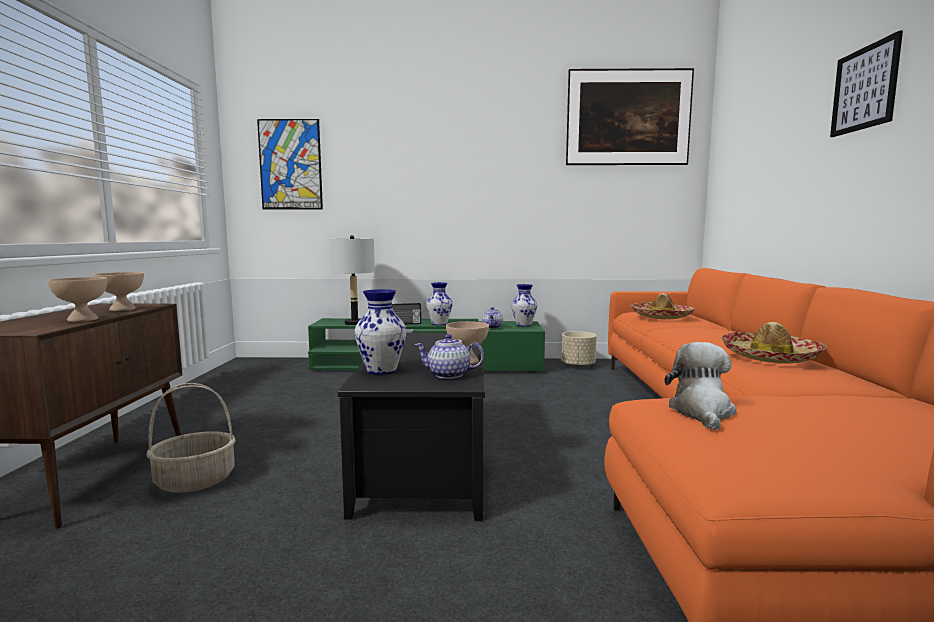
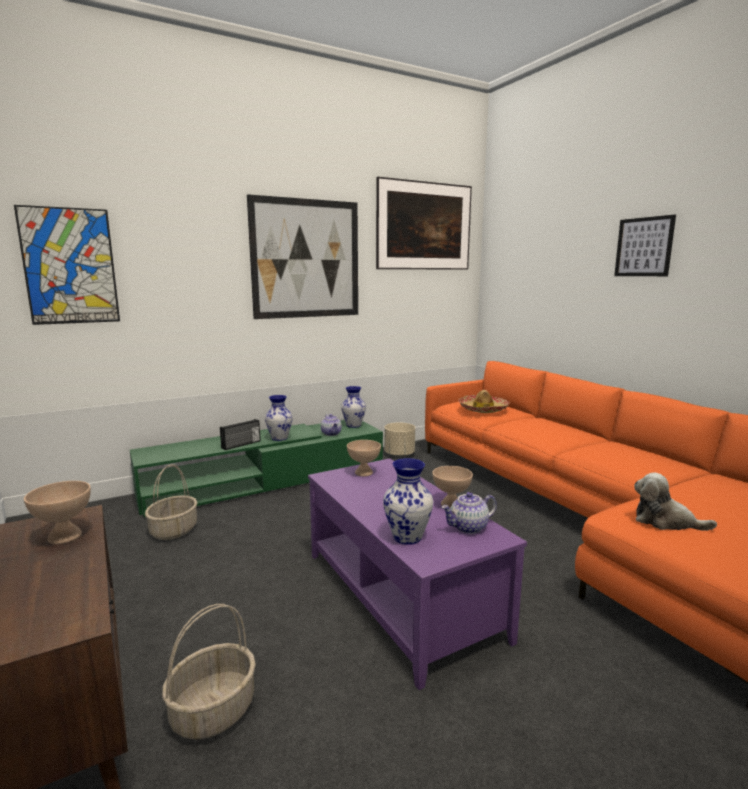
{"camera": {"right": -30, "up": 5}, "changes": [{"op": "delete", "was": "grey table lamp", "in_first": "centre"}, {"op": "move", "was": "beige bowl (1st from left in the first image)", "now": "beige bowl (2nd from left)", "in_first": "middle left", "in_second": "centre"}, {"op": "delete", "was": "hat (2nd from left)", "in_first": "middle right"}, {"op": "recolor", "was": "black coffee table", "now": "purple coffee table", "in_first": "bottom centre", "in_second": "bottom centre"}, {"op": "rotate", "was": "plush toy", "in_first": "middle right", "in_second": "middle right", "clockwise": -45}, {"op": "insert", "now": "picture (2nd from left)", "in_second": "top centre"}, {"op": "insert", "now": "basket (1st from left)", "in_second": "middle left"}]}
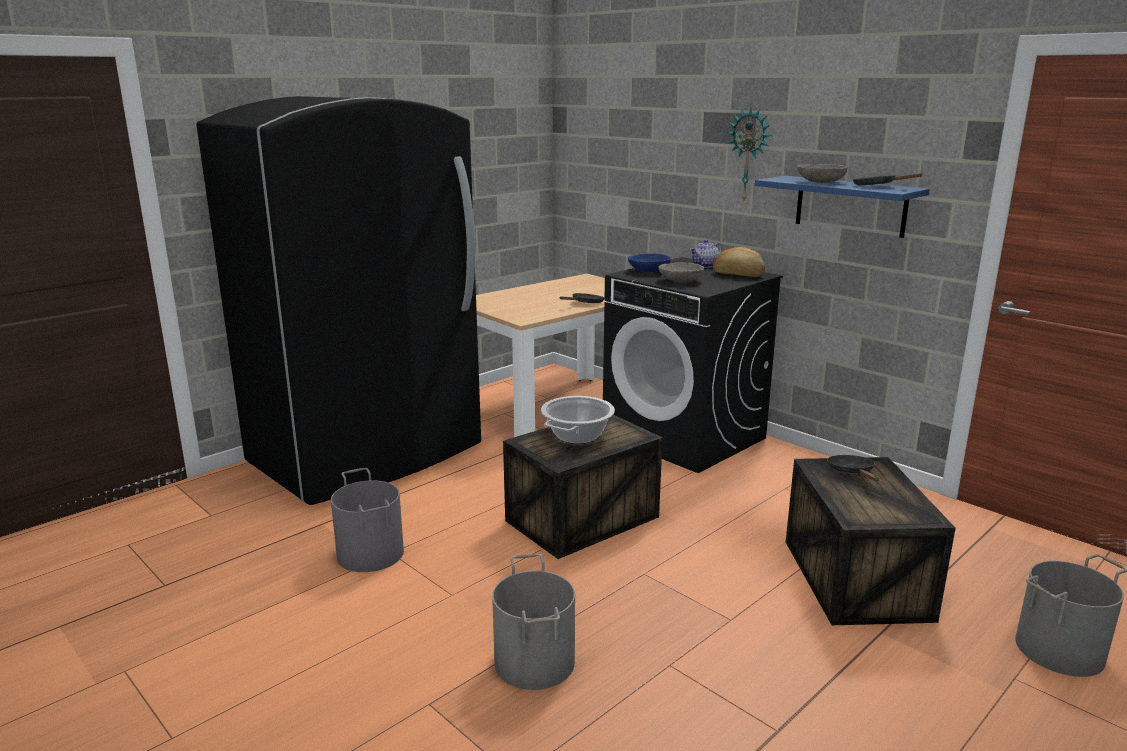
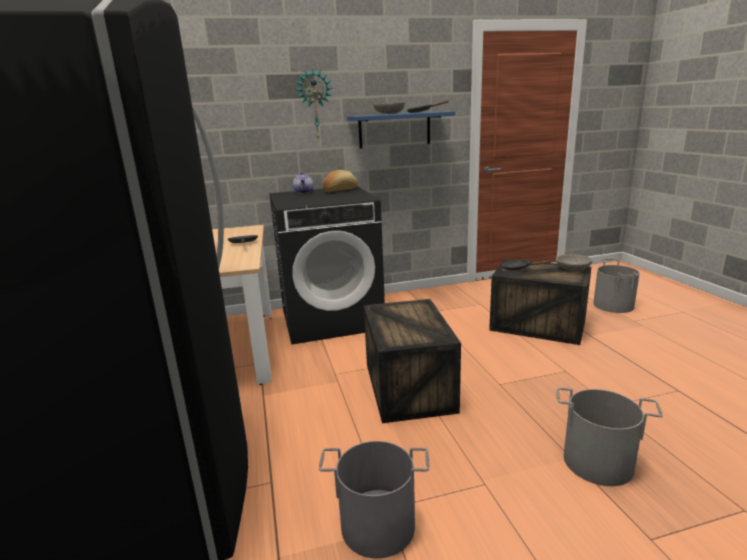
{"camera": {"right": -60, "up": 0}, "changes": [{"op": "delete", "was": "blue bowl", "in_first": "centre"}, {"op": "move", "was": "grey bowl (1st from left in the first image)", "now": "grey bowl (2nd from left)", "in_first": "centre", "in_second": "middle right"}, {"op": "delete", "was": "cooking pot", "in_first": "centre"}]}
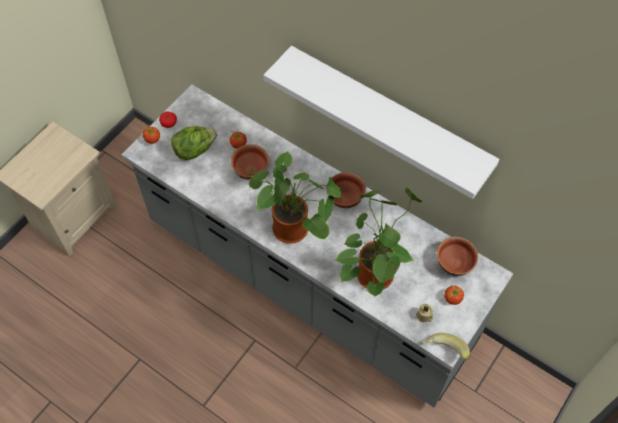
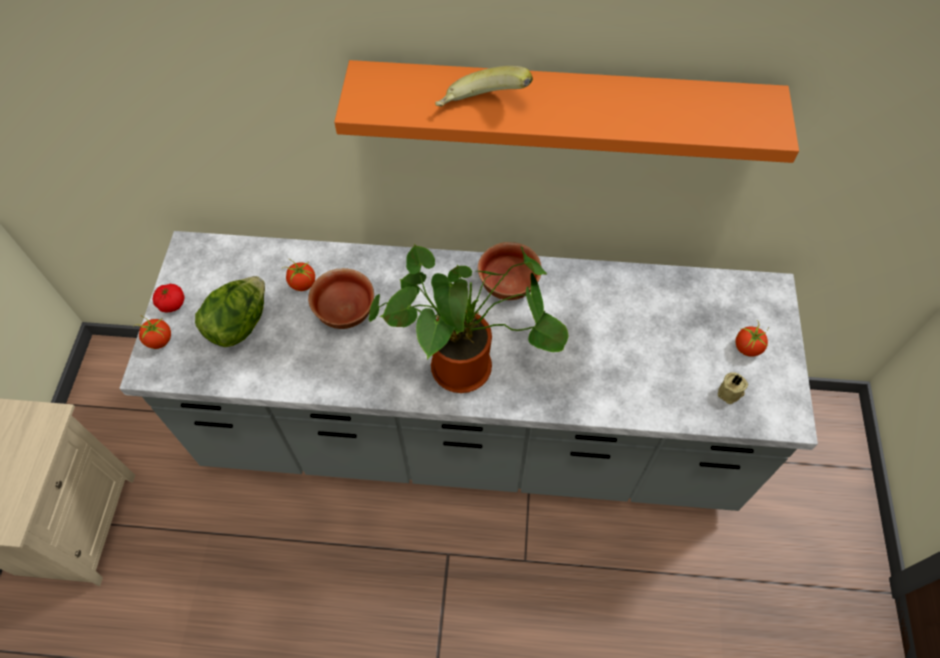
{"camera": {"right": -30, "up": 0}, "changes": [{"op": "recolor", "was": "white shelf", "now": "orange shelf", "in_first": "top centre", "in_second": "top centre"}, {"op": "delete", "was": "potted plant (2nd from left)", "in_first": "centre"}, {"op": "delete", "was": "bowl (3rd from left)", "in_first": "middle right"}, {"op": "move", "was": "banana", "in_first": "bottom right", "in_second": "top centre"}]}
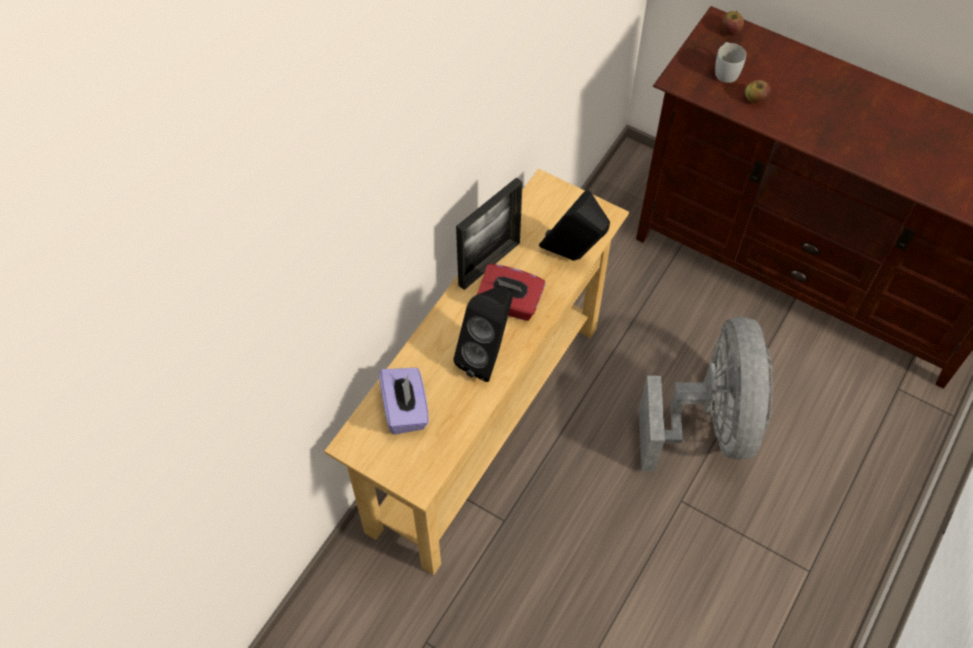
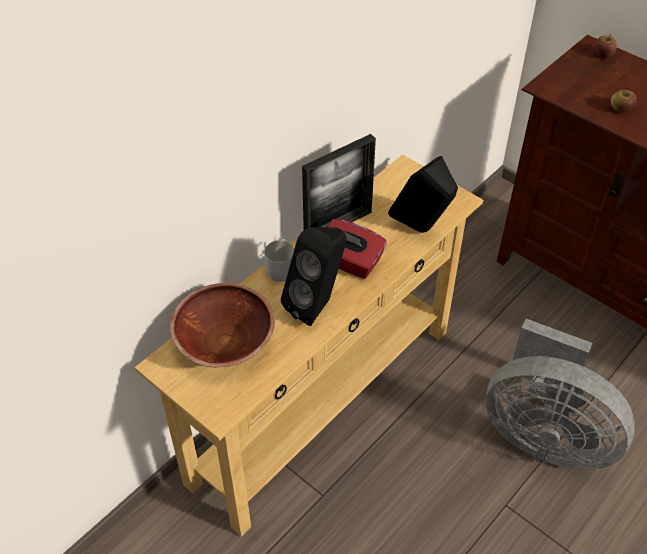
{"camera": {"right": 10, "up": -10}, "changes": [{"op": "move", "was": "white mug", "in_first": "top right", "in_second": "centre"}, {"op": "rotate", "was": "grey fan", "in_first": "middle right", "in_second": "bottom right", "clockwise": 105}, {"op": "replace", "was": "purple tissue box", "now": "brown bowl", "in_first": "centre", "in_second": "centre"}]}
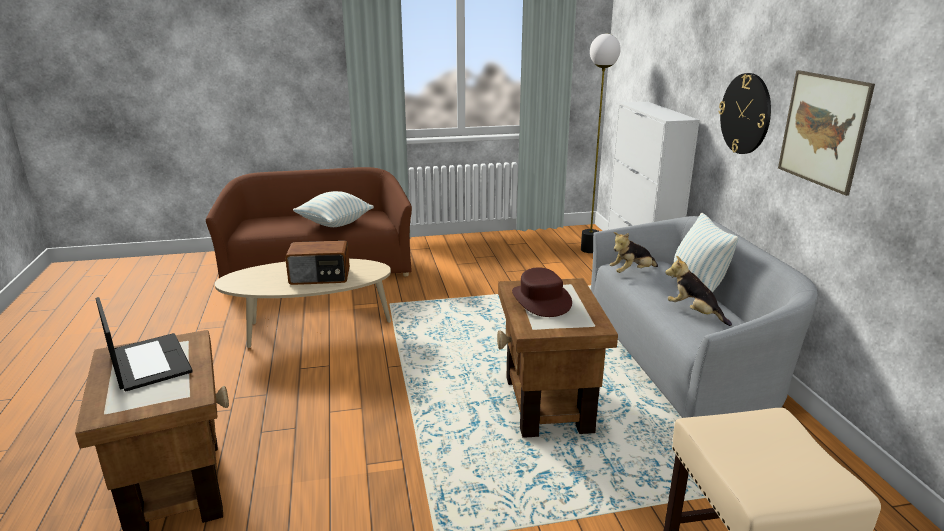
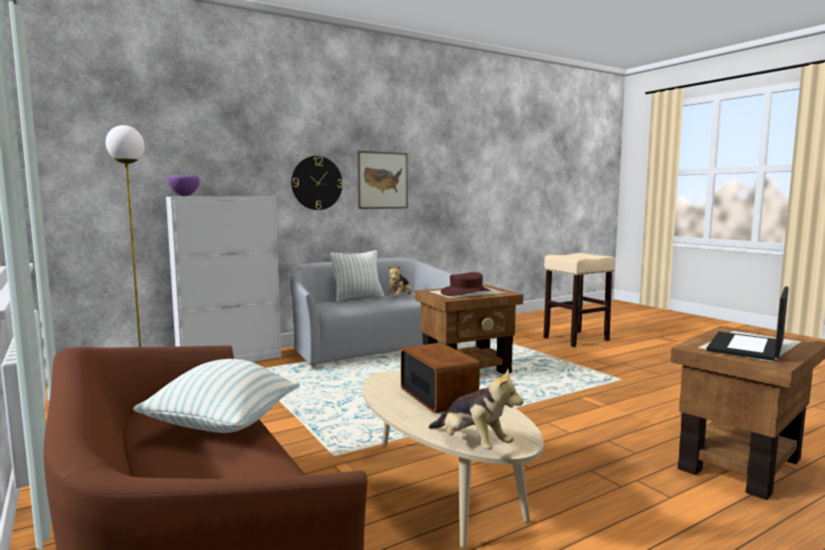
{"camera": {"right": -110, "up": -15}, "changes": [{"op": "move", "was": "plush toy (1st from left in the first image)", "now": "plush toy (2nd from left)", "in_first": "middle right", "in_second": "bottom centre"}, {"op": "insert", "now": "purple bowl", "in_second": "middle left"}]}
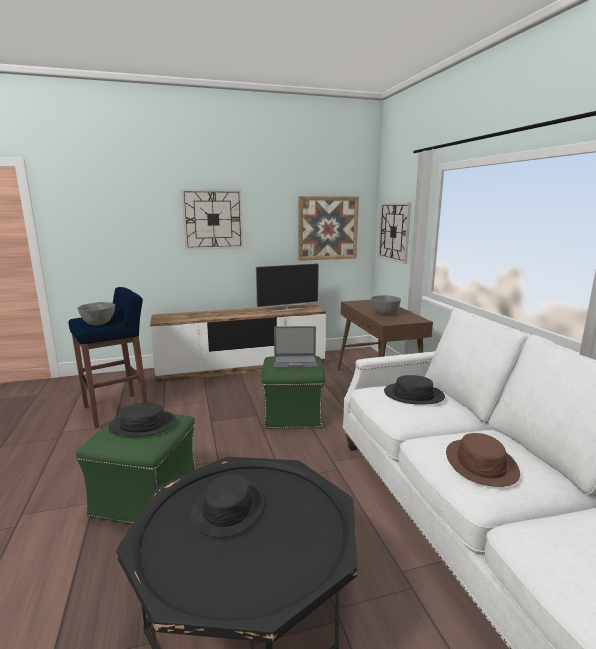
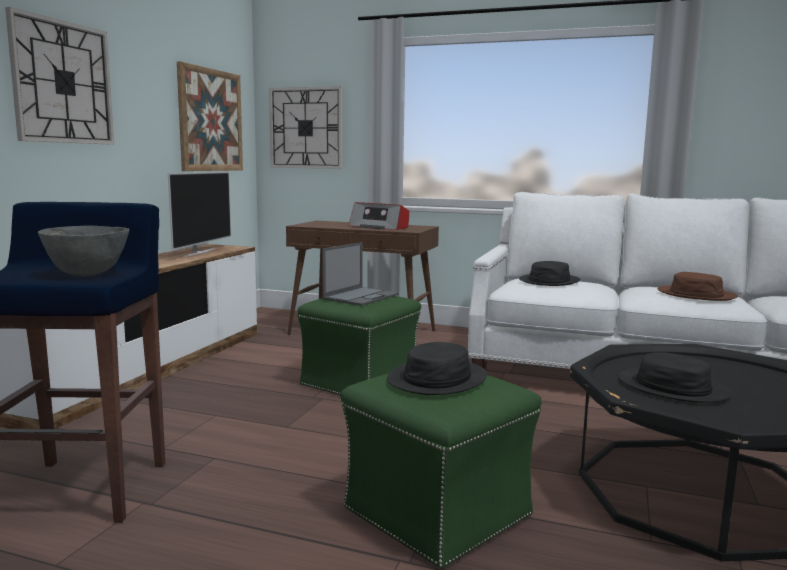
{"camera": {"right": -55, "up": -5}, "changes": [{"op": "replace", "was": "grey bowl (2nd from left)", "now": "radio", "in_first": "centre", "in_second": "centre"}]}
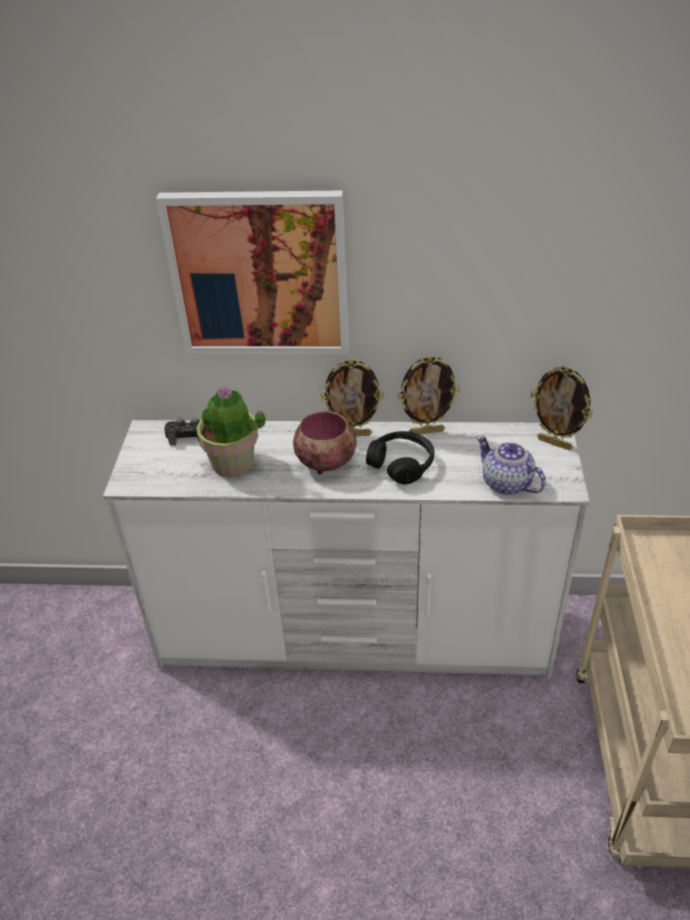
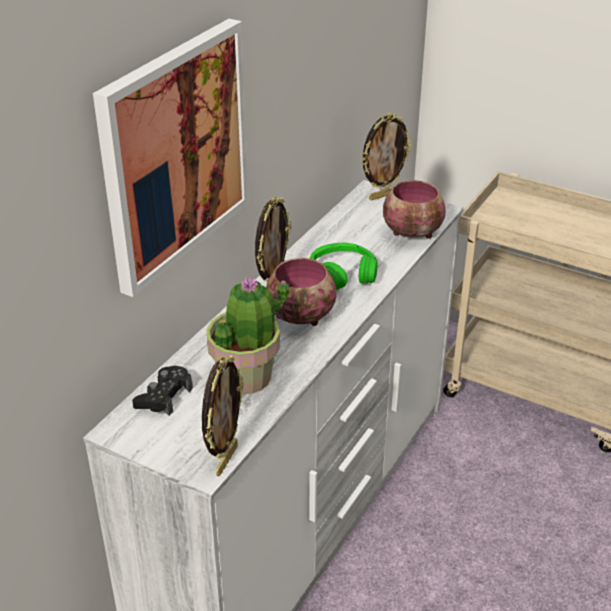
{"camera": {"right": -65, "up": -5}, "changes": [{"op": "move", "was": "picture frame (2nd from left in the first image)", "now": "picture frame (1st from left)", "in_first": "centre", "in_second": "bottom centre"}, {"op": "recolor", "was": "black headphones", "now": "green headphones", "in_first": "centre", "in_second": "centre"}, {"op": "replace", "was": "teapot", "now": "bowl (2nd from left)", "in_first": "middle right", "in_second": "middle right"}]}
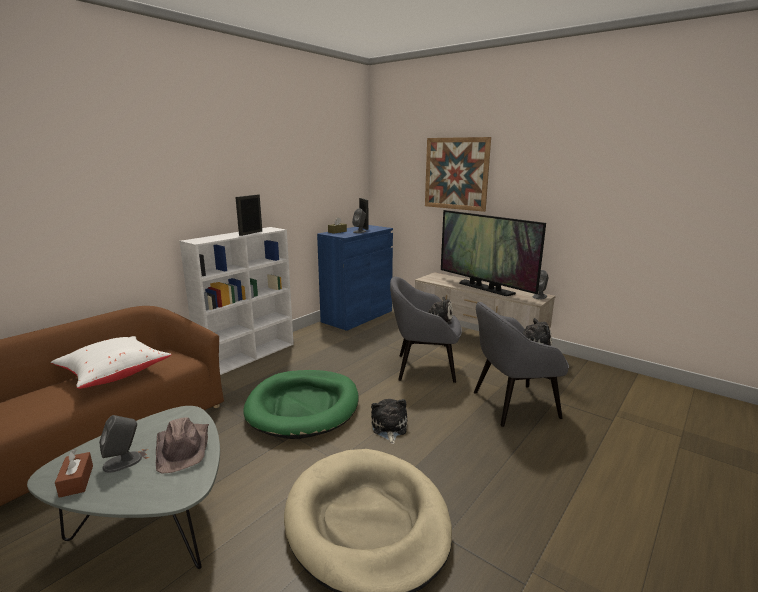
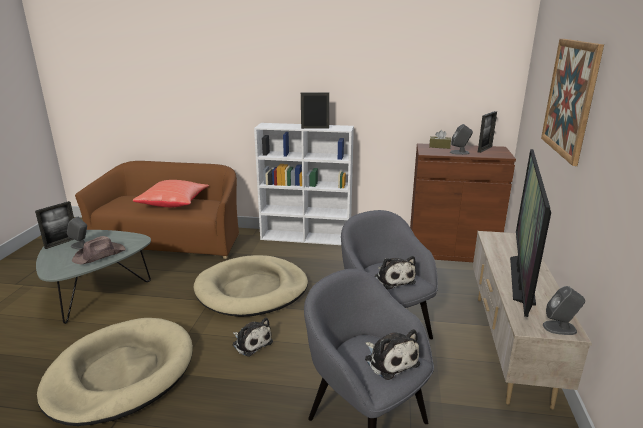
{"camera": {"right": 60, "up": 5}, "changes": [{"op": "recolor", "was": "blue cabinet", "now": "brown cabinet", "in_first": "centre", "in_second": "middle right"}, {"op": "recolor", "was": "white pillow", "now": "red pillow", "in_first": "middle left", "in_second": "middle left"}, {"op": "recolor", "was": "green dog bed", "now": "beige dog bed (2nd from left)", "in_first": "bottom centre", "in_second": "bottom centre"}, {"op": "rotate", "was": "plush toy (1st from left)", "in_first": "bottom centre", "in_second": "bottom centre", "clockwise": 75}, {"op": "replace", "was": "brown tissue box (1st from left)", "now": "picture frame (1st from left)", "in_first": "bottom left", "in_second": "middle left"}]}
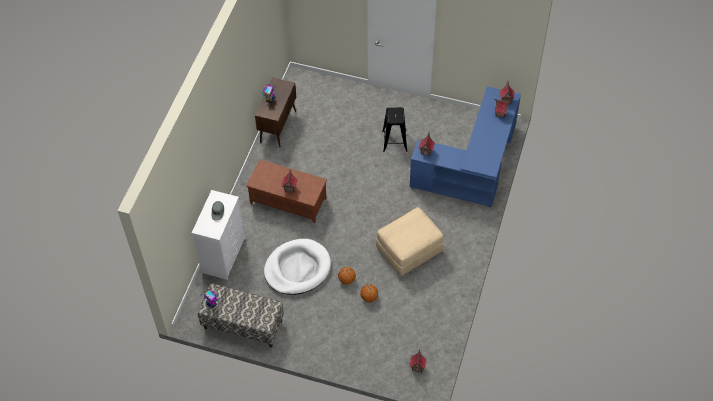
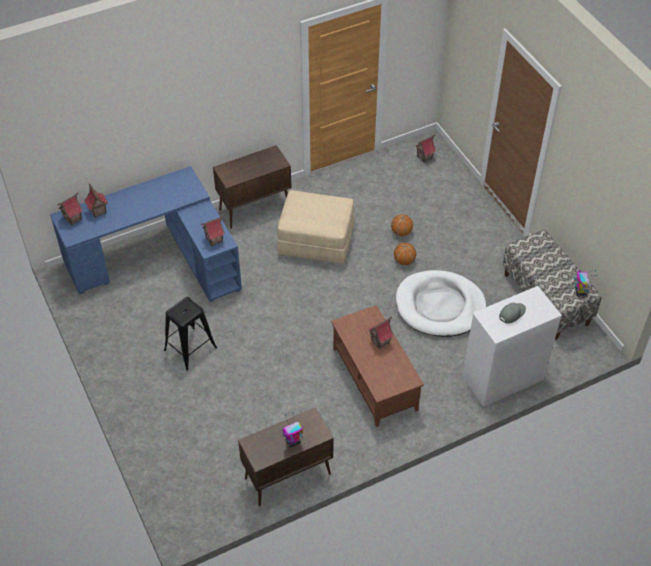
{"camera": {"right": -135, "up": -5}, "changes": [{"op": "insert", "now": "brown cabinet (1st from left)", "in_second": "top centre"}]}
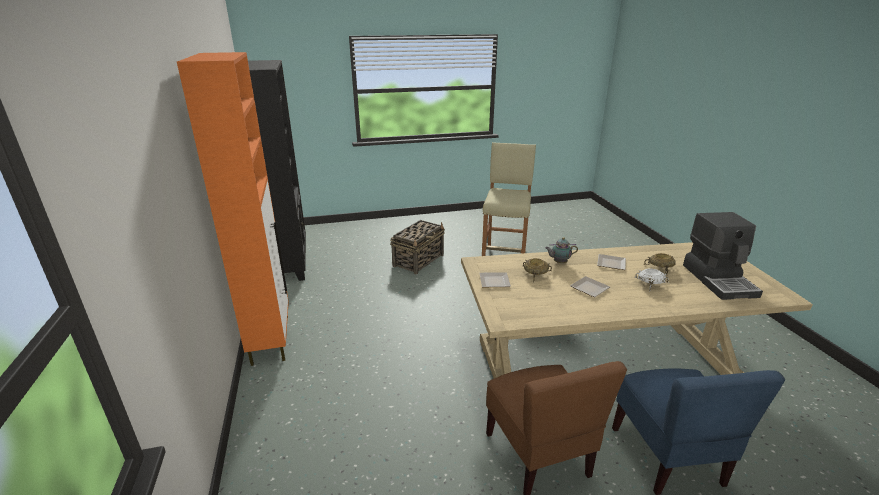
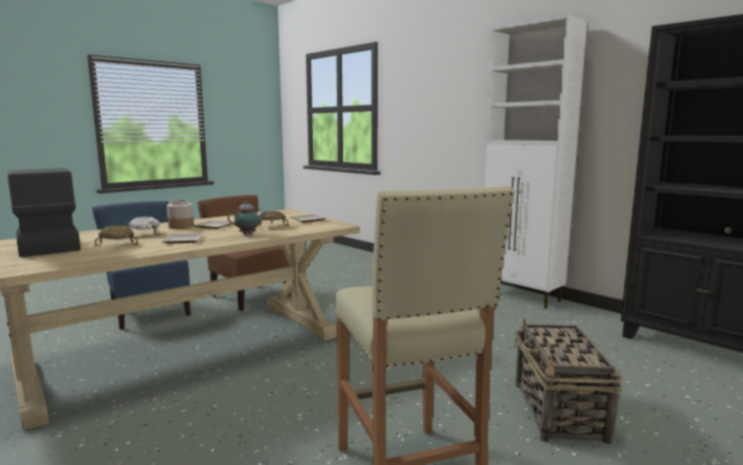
{"camera": {"right": 150, "up": -15}, "changes": [{"op": "recolor", "was": "orange cabinet", "now": "white cabinet", "in_first": "middle left", "in_second": "middle right"}, {"op": "insert", "now": "jar", "in_second": "middle left"}]}
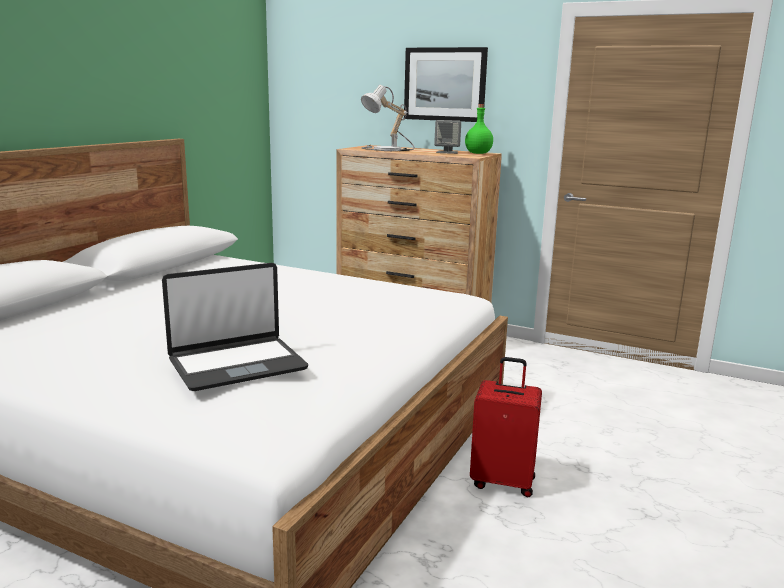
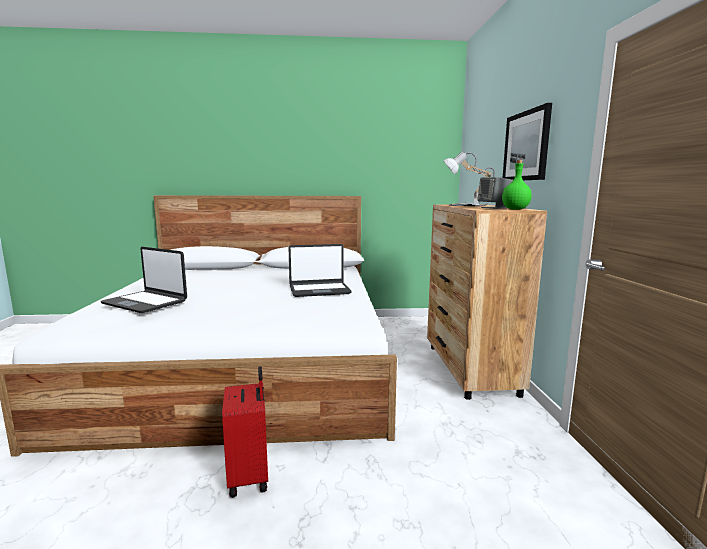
{"camera": {"right": 60, "up": -5}, "changes": [{"op": "insert", "now": "laptop (2nd from left)", "in_second": "centre"}]}
